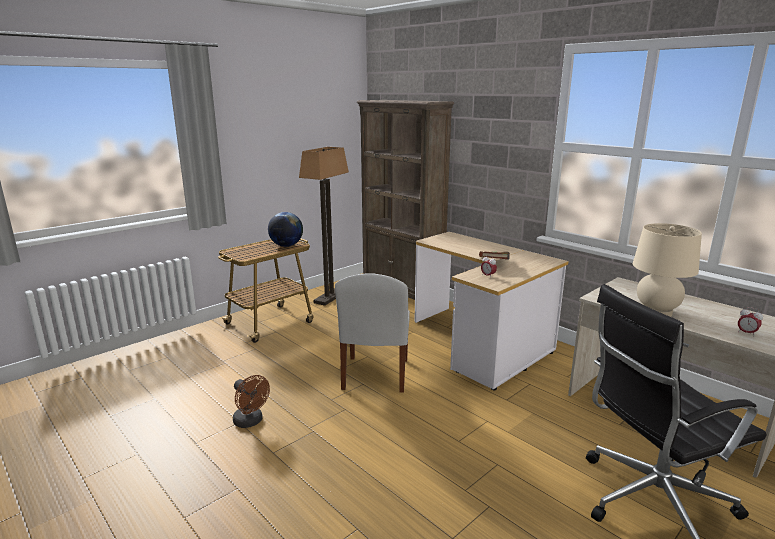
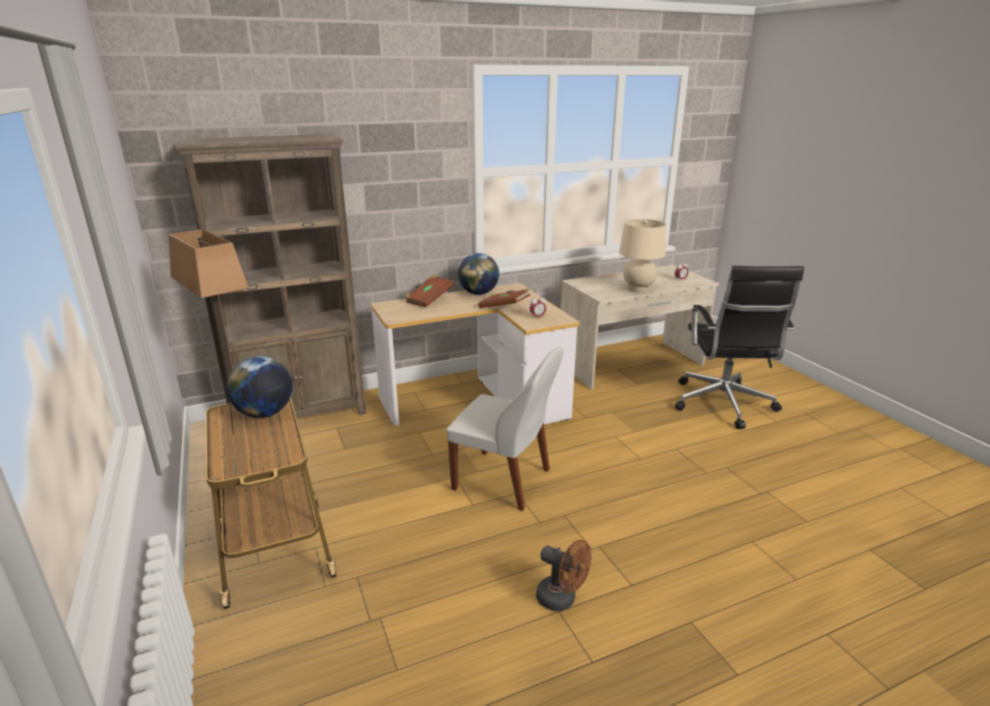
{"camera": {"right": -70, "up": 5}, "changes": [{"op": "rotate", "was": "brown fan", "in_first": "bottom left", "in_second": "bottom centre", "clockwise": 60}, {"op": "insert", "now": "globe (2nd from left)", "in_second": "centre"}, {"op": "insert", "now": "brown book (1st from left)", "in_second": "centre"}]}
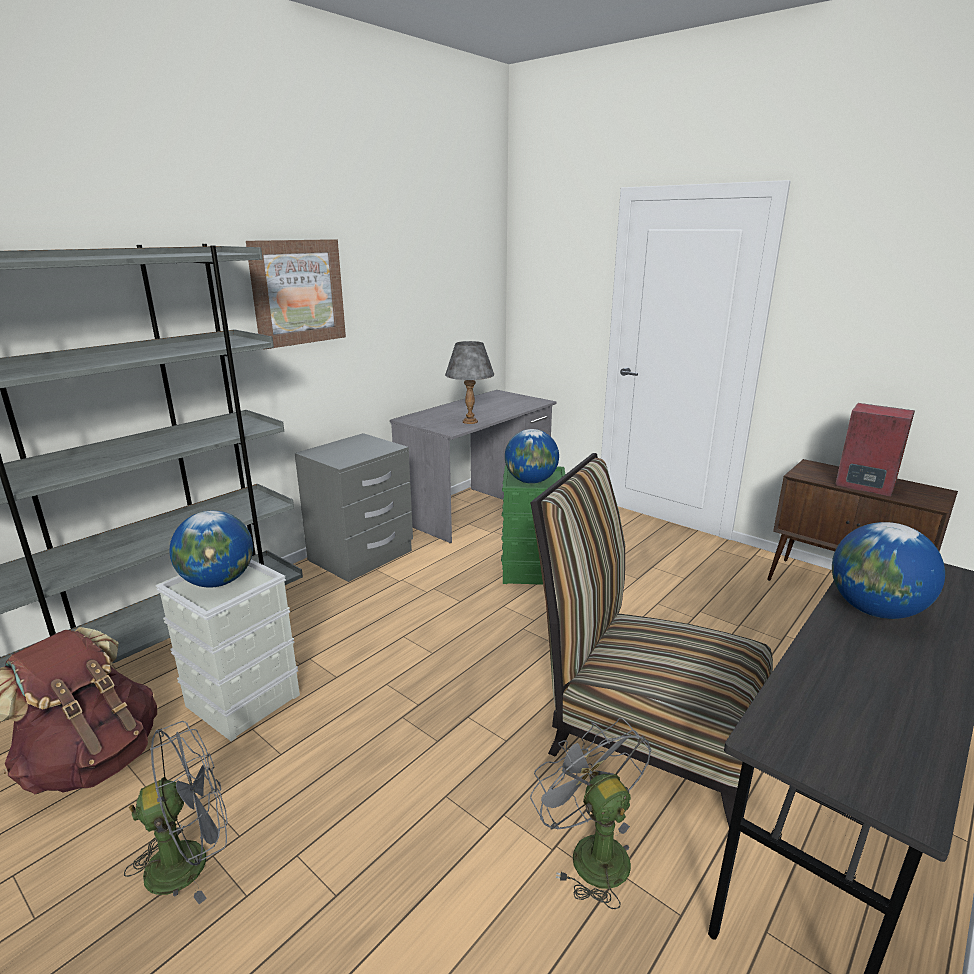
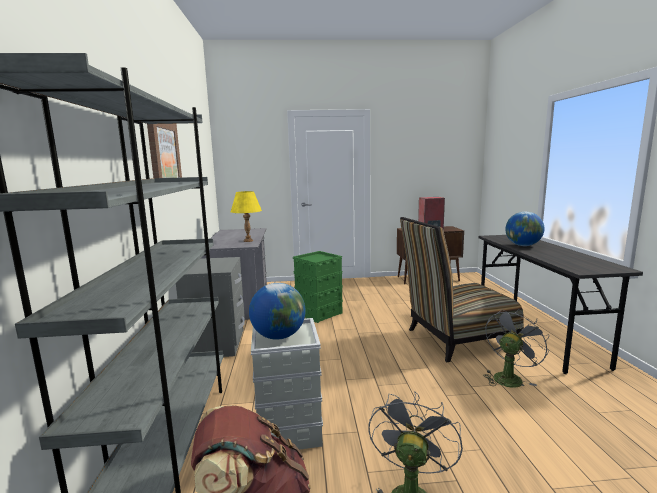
{"camera": {"right": -45, "up": -10}, "changes": [{"op": "recolor", "was": "grey table lamp", "now": "yellow table lamp", "in_first": "centre", "in_second": "centre"}, {"op": "delete", "was": "globe (2nd from left)", "in_first": "centre"}, {"op": "rotate", "was": "grey fan (2nd from left)", "in_first": "bottom centre", "in_second": "bottom right", "clockwise": 120}]}
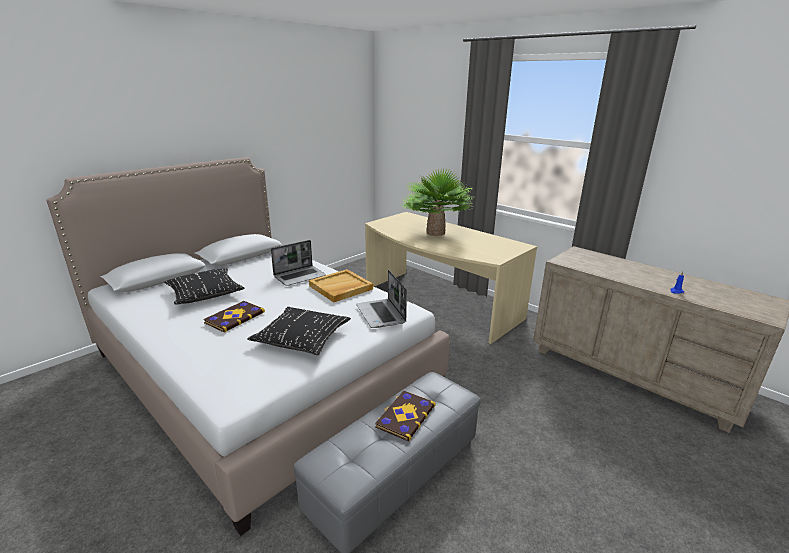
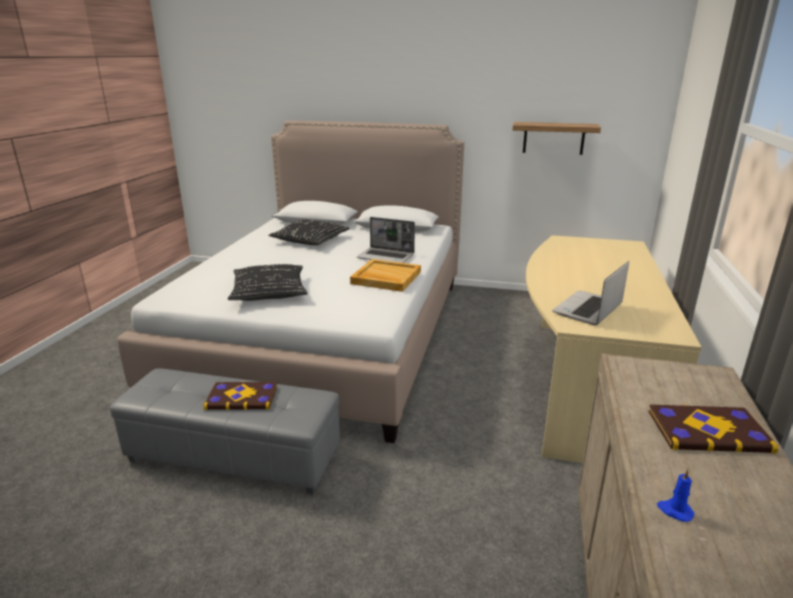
{"camera": {"right": 60, "up": 0}, "changes": [{"op": "delete", "was": "potted plant", "in_first": "centre"}, {"op": "move", "was": "laptop (2nd from left)", "in_first": "centre", "in_second": "middle right"}, {"op": "move", "was": "book (1st from left in the first image)", "now": "book (2nd from left)", "in_first": "middle left", "in_second": "bottom right"}, {"op": "insert", "now": "shelf", "in_second": "top right"}]}
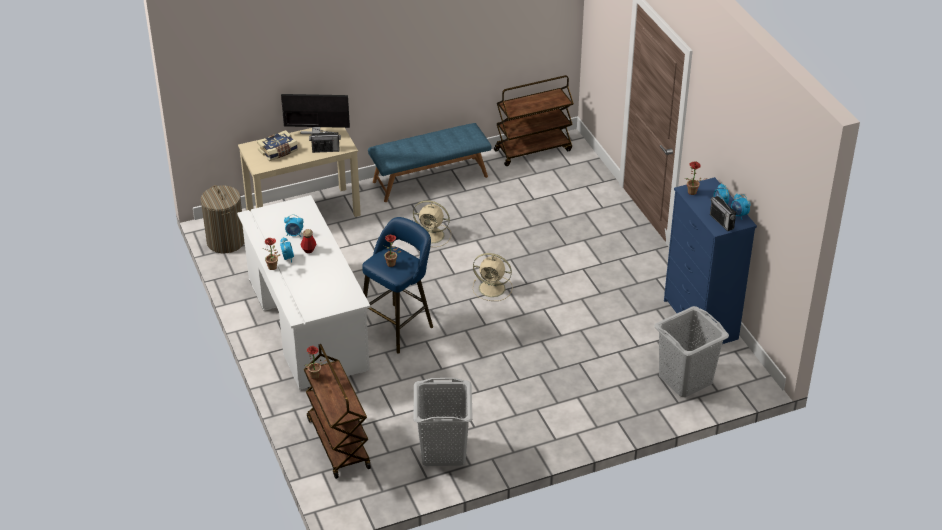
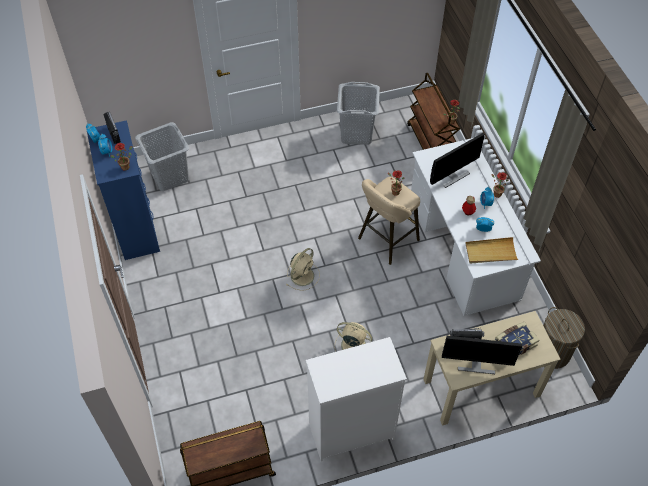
{"camera": {"right": -175, "up": 15}, "changes": [{"op": "replace", "was": "blue bench", "now": "white dresser", "in_first": "top centre", "in_second": "bottom centre"}, {"op": "recolor", "was": "blue stool", "now": "beige stool", "in_first": "centre", "in_second": "centre"}, {"op": "rotate", "was": "beige fan (2nd from left in the first image)", "in_first": "centre", "in_second": "centre", "clockwise": 105}, {"op": "insert", "now": "monitor (1st from left)", "in_second": "top right"}, {"op": "insert", "now": "beige tray", "in_second": "middle right"}]}
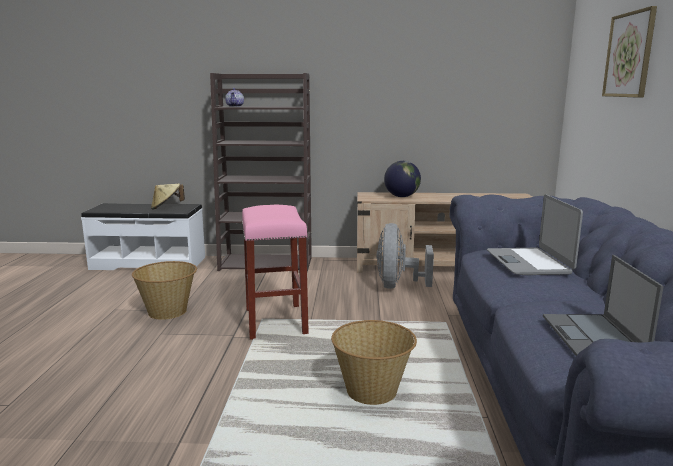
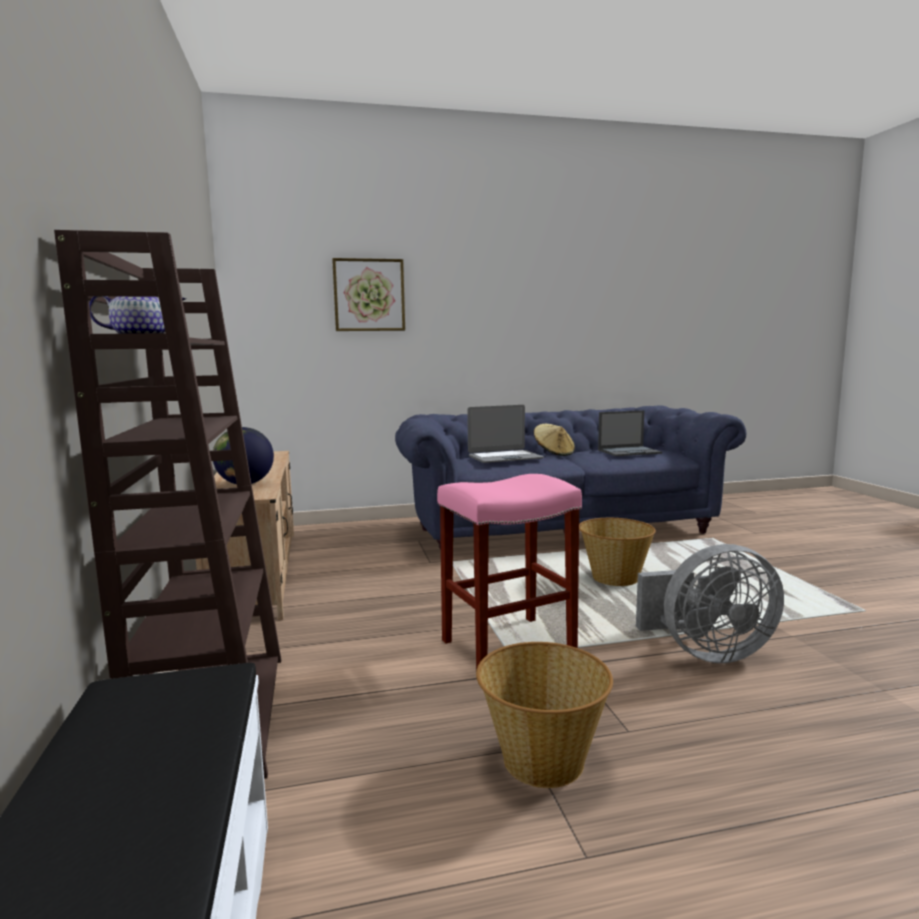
{"camera": {"right": -105, "up": -5}, "changes": [{"op": "move", "was": "beige hat", "in_first": "middle left", "in_second": "centre"}, {"op": "move", "was": "grey fan", "in_first": "centre", "in_second": "middle right"}]}
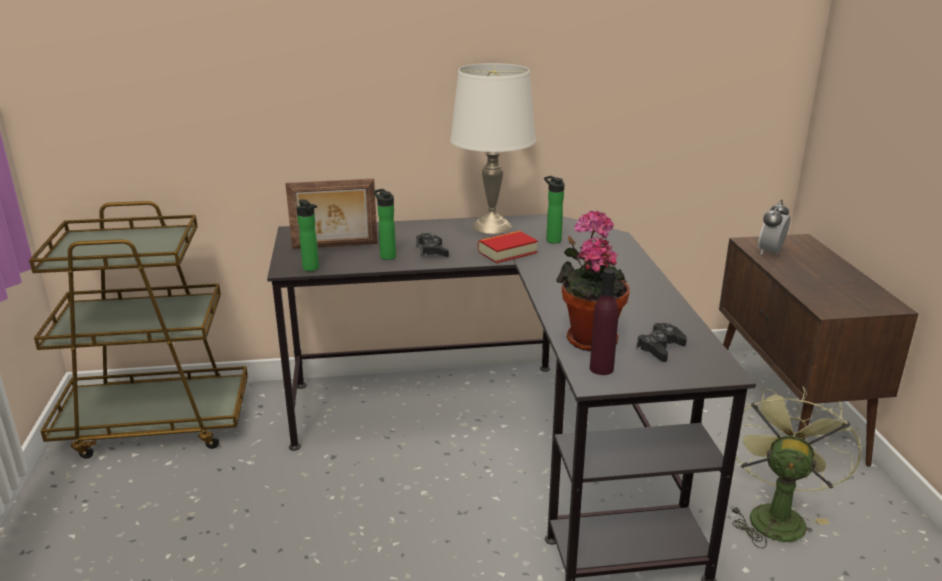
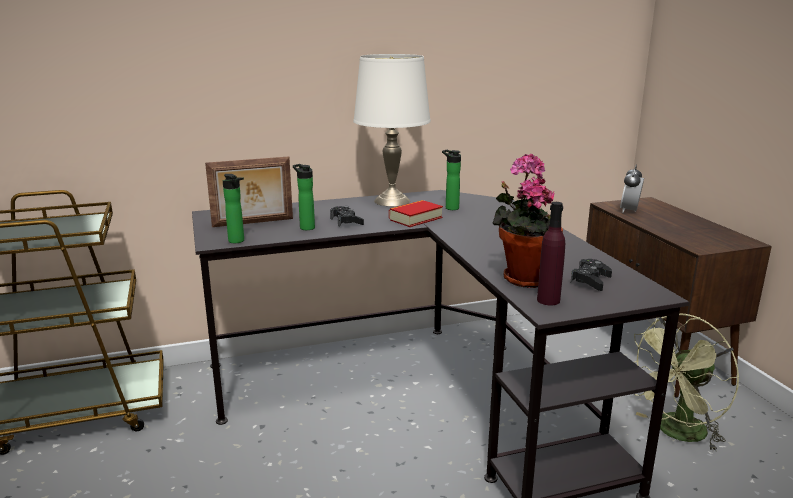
{"camera": {"right": -10, "up": -5}, "changes": [{"op": "rotate", "was": "green fan", "in_first": "bottom right", "in_second": "bottom right", "clockwise": -135}]}
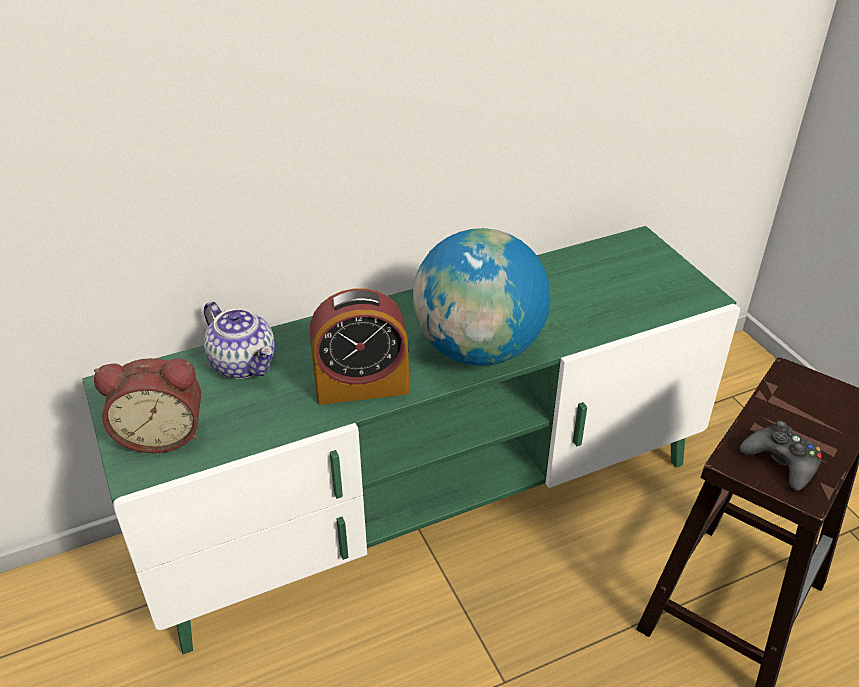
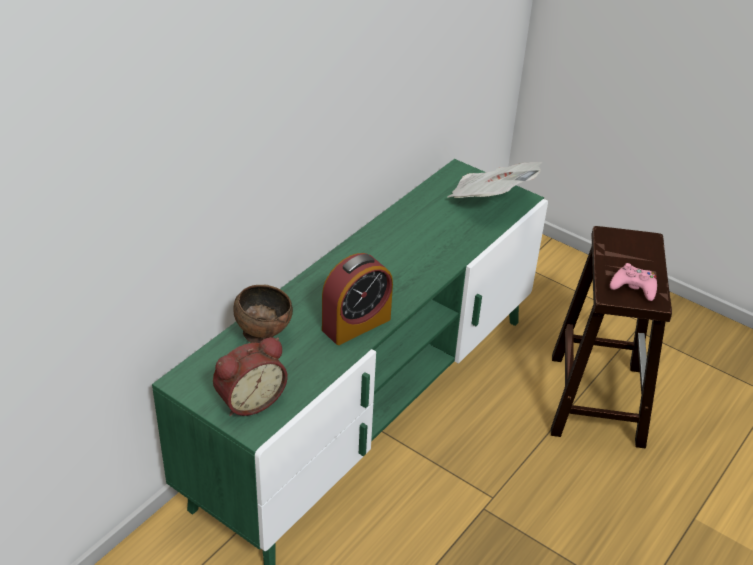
{"camera": {"right": -30, "up": 0}, "changes": [{"op": "delete", "was": "globe", "in_first": "centre"}, {"op": "replace", "was": "teapot", "now": "brown bowl", "in_first": "middle left", "in_second": "centre"}, {"op": "recolor", "was": "black game controller", "now": "pink game controller", "in_first": "middle right", "in_second": "middle right"}, {"op": "insert", "now": "newspaper", "in_second": "top centre"}]}
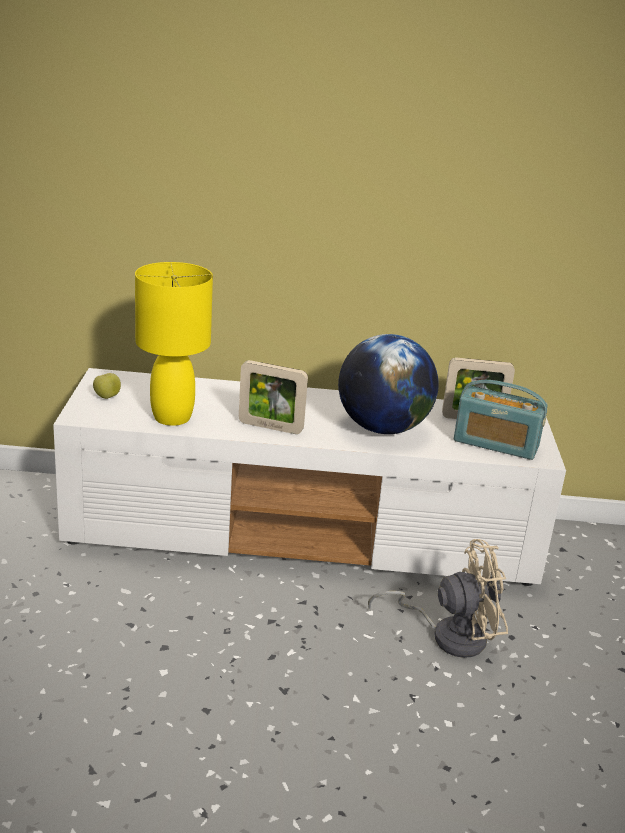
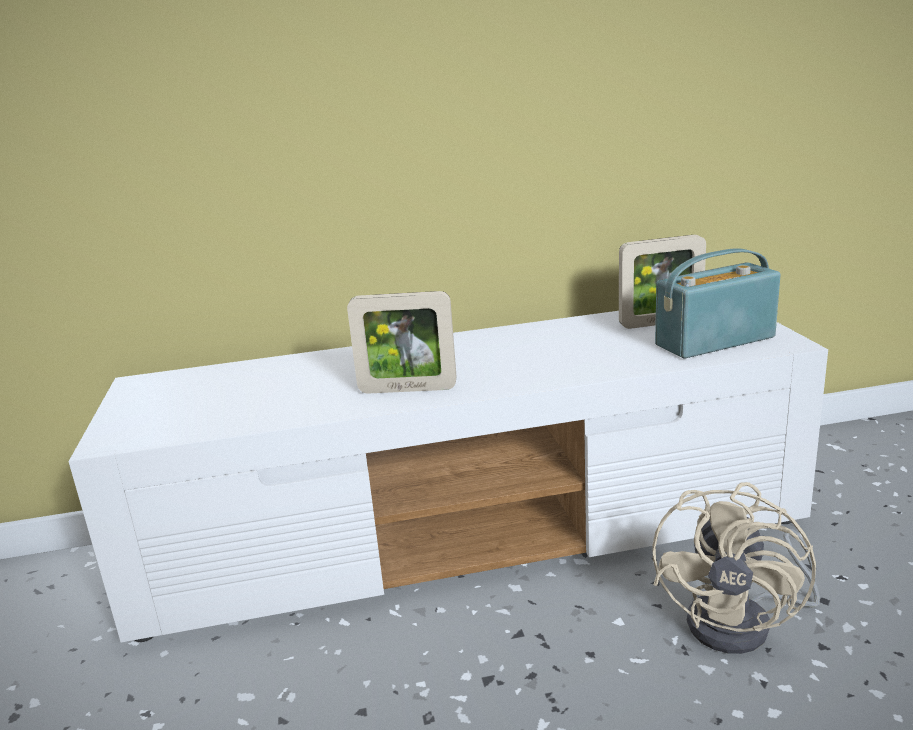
{"camera": {"right": -10, "up": -5}, "changes": [{"op": "delete", "was": "yellow table lamp", "in_first": "middle left"}, {"op": "delete", "was": "globe", "in_first": "centre"}, {"op": "delete", "was": "apple", "in_first": "middle left"}, {"op": "rotate", "was": "radio", "in_first": "middle right", "in_second": "middle right", "clockwise": 150}, {"op": "rotate", "was": "beige fan", "in_first": "bottom right", "in_second": "bottom right", "clockwise": 135}]}
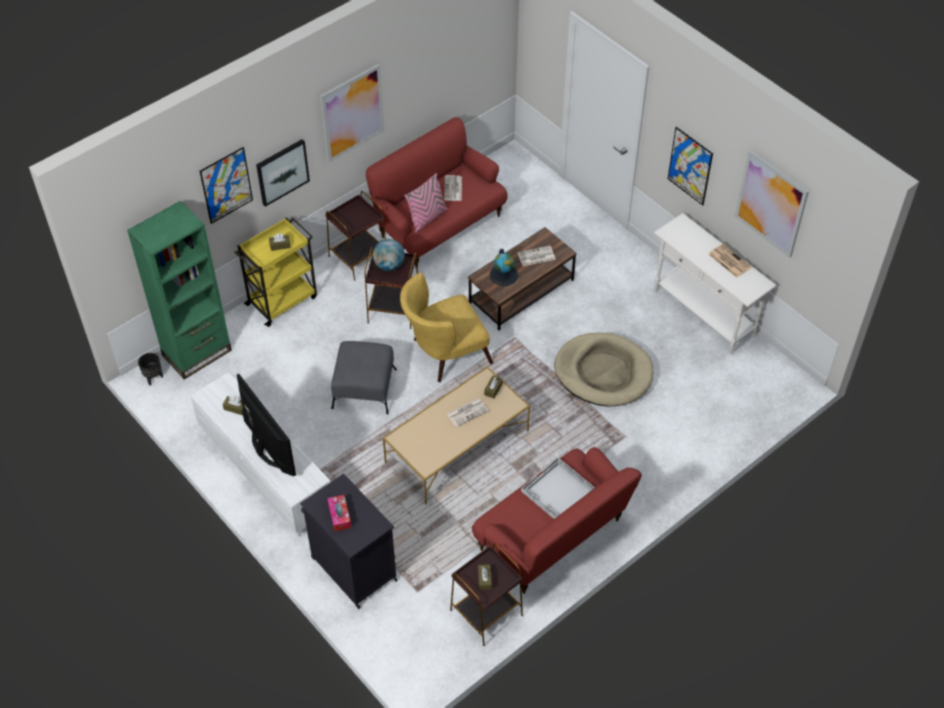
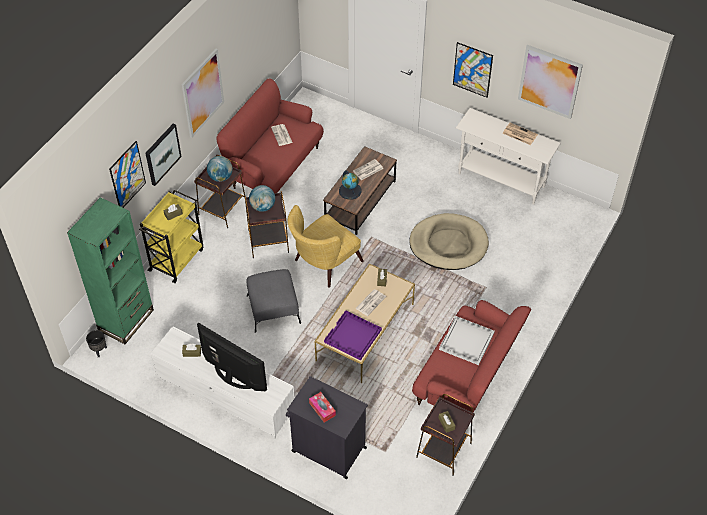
{"camera": {"right": -20, "up": 0}, "changes": [{"op": "delete", "was": "pink pillow", "in_first": "top centre"}, {"op": "insert", "now": "globe (1st from left)", "in_second": "top left"}, {"op": "insert", "now": "purple tray", "in_second": "centre"}]}
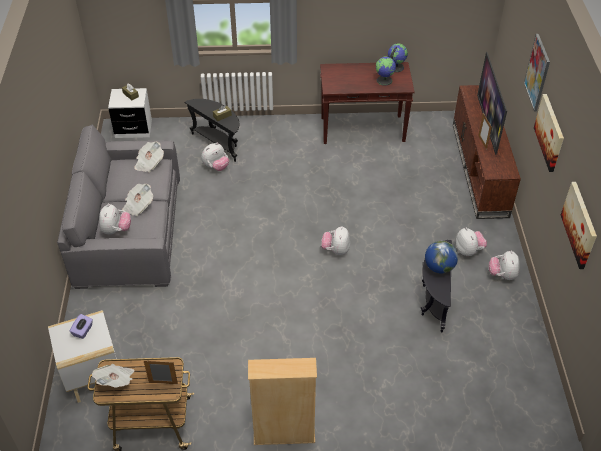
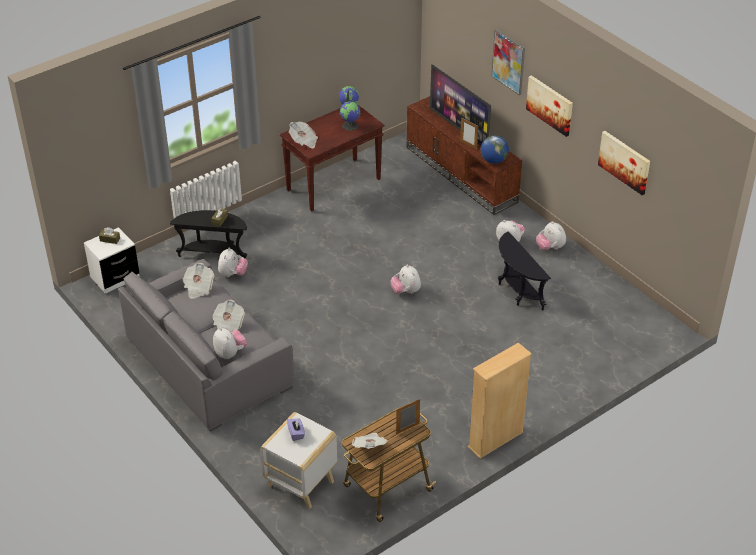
{"camera": {"right": -35, "up": -5}, "changes": [{"op": "move", "was": "globe (3rd from left)", "in_first": "middle right", "in_second": "top centre"}, {"op": "insert", "now": "newspaper (3rd from left)", "in_second": "top centre"}]}
